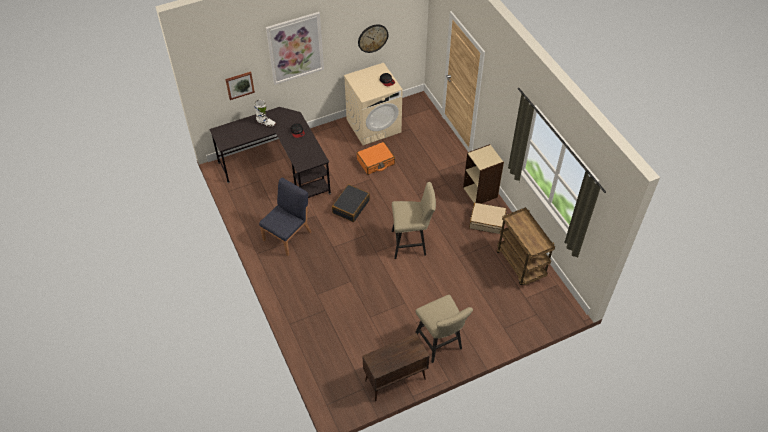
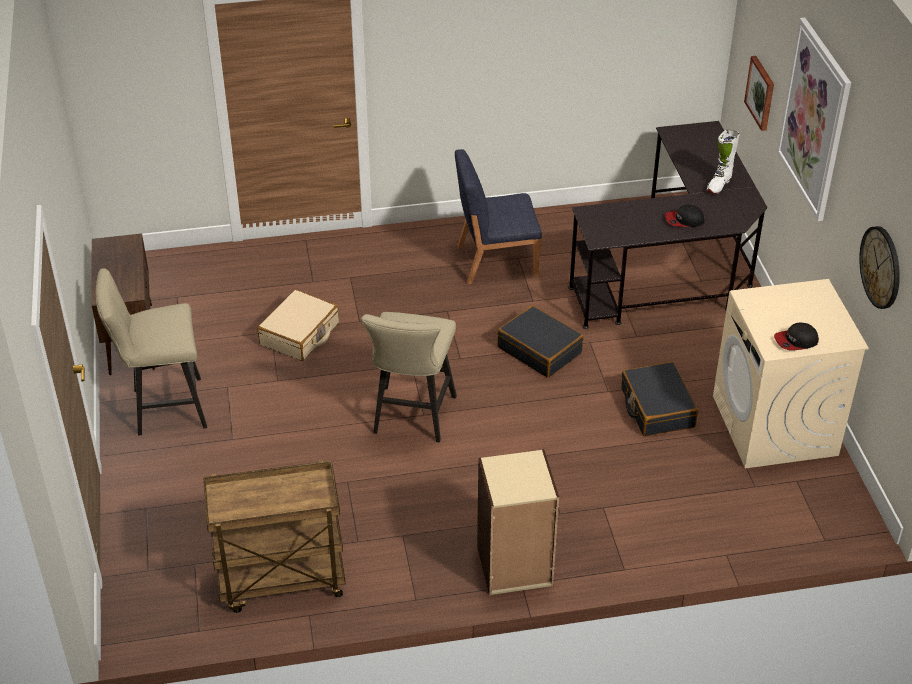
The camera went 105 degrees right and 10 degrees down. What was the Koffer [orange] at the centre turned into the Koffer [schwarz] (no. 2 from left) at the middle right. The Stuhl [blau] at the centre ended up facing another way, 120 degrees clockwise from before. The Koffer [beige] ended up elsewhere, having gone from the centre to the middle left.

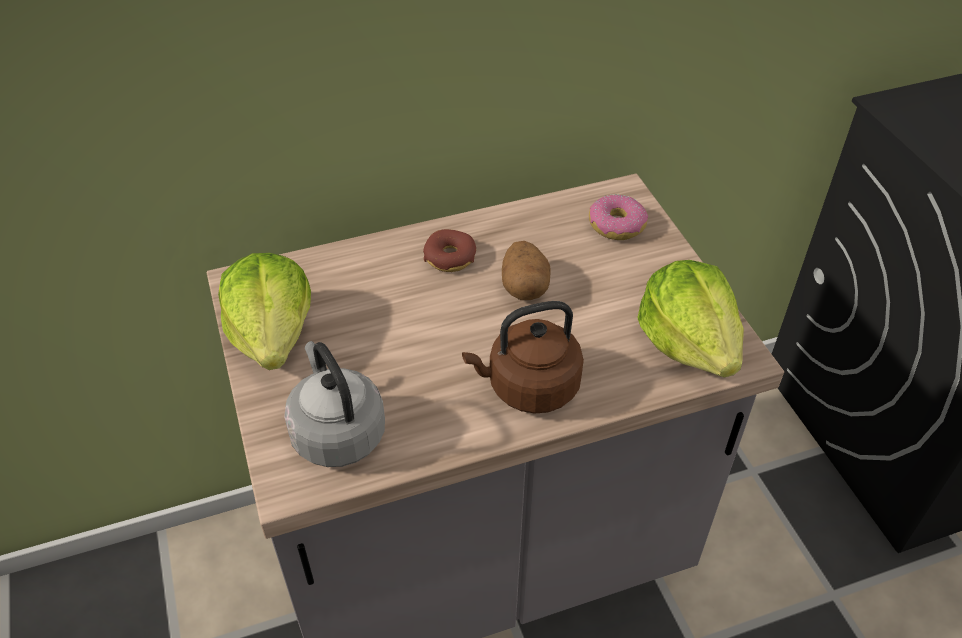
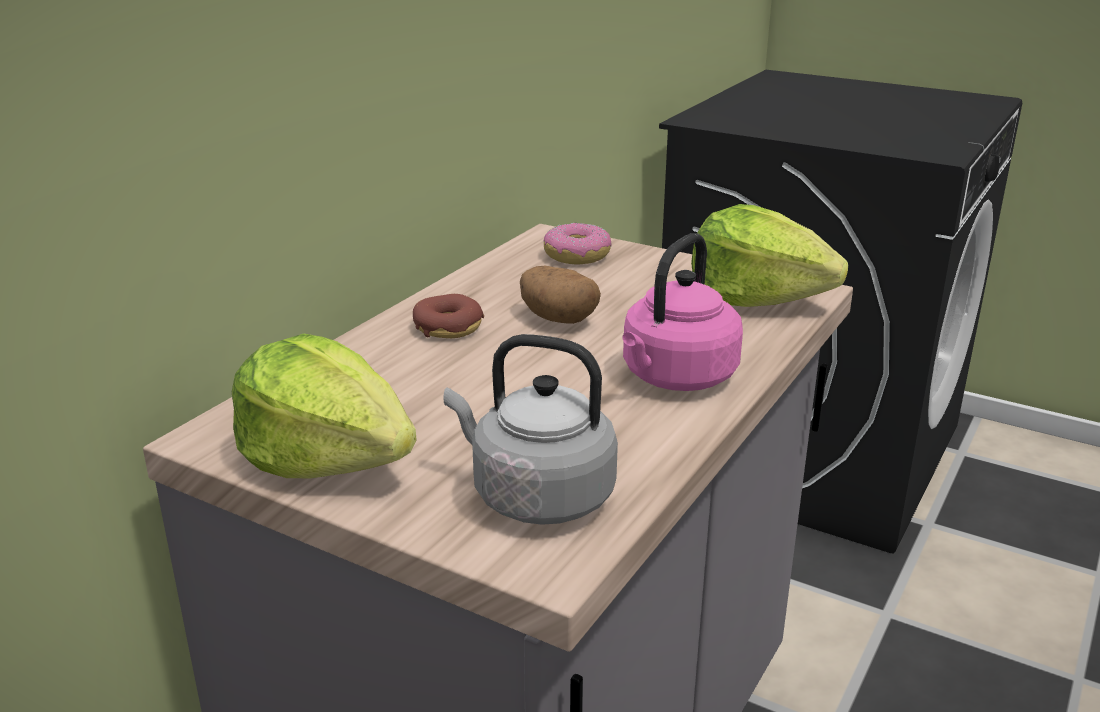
The camera went 40 degrees left and 20 degrees down. What was the Wasserkessel [braun] at the centre turned into the Wasserkessel [rosa] at the centre.

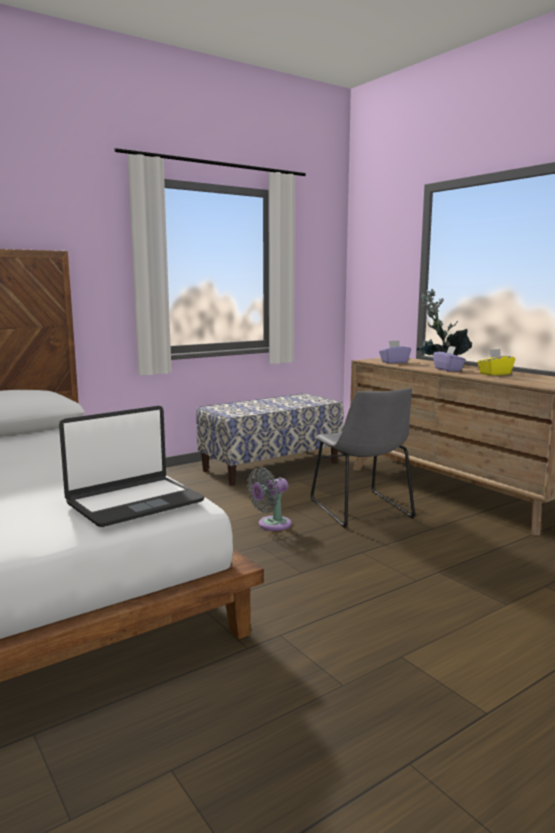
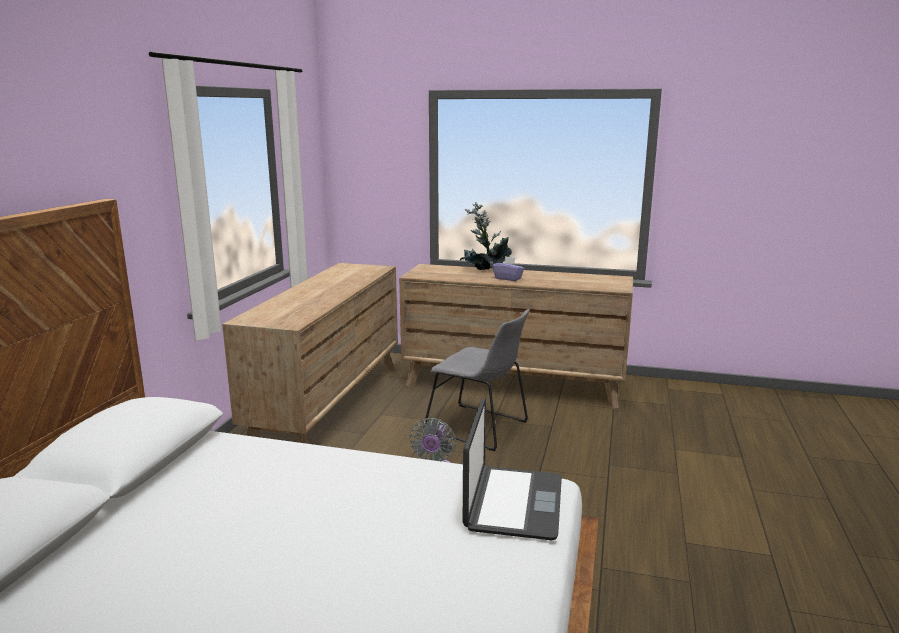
The camera went 40 degrees left and 5 degrees up. The second view lost the Taschentuchbox [lila] (no. 1 from left) at the middle right. The second view lost the Taschentuchbox [gelb] at the middle right. Where the Bank stood at the centre, the Kommode [braun] (no. 1 from left) came to stand at the centre.

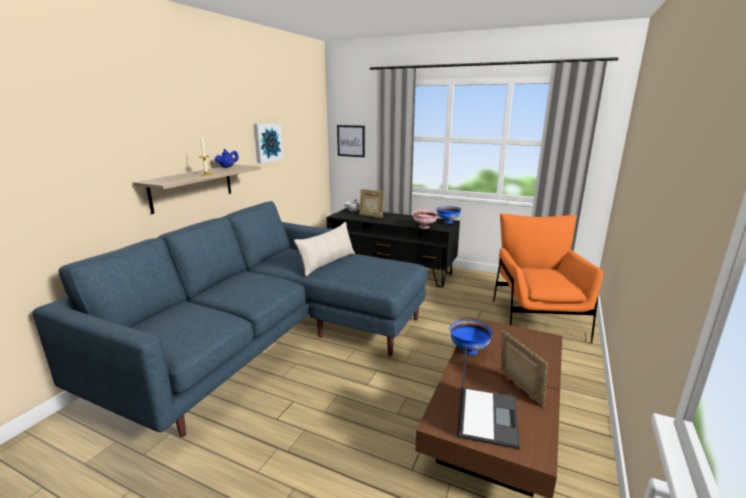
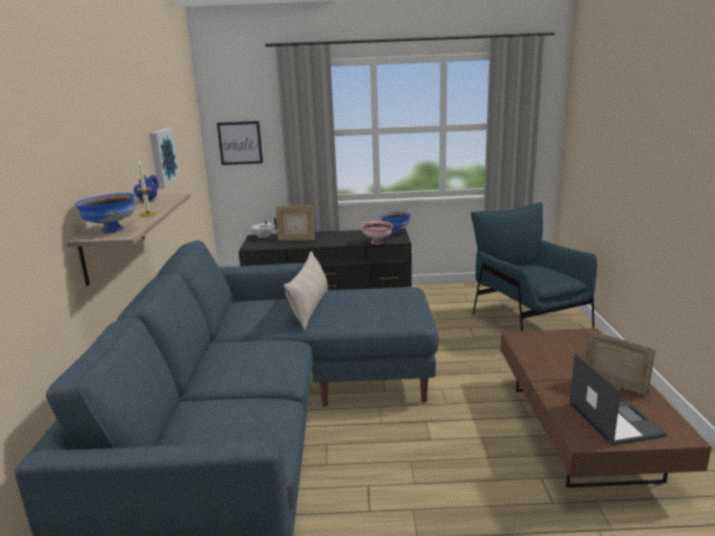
The camera went 25 degrees left and 0 degrees up. What was the Sessel [orange] at the middle right turned into the Sessel [blau] at the middle right. The Schüssel [blau] (no. 2 from left in the first image) ended up elsewhere, having gone from the bottom centre to the middle left.

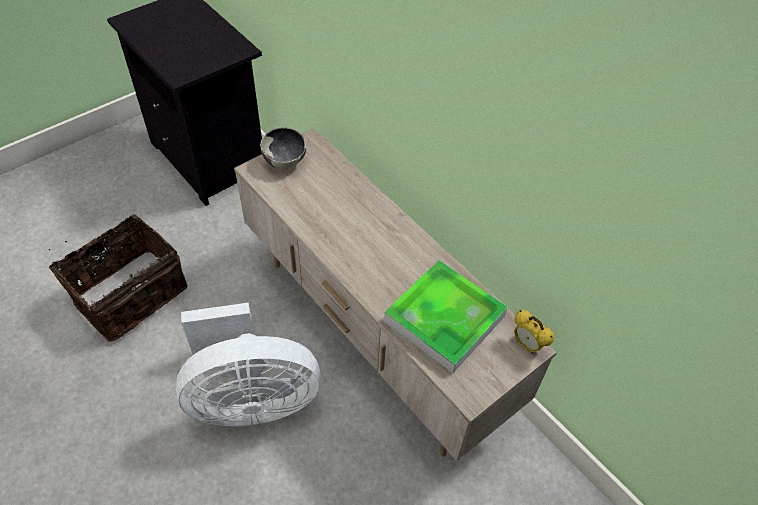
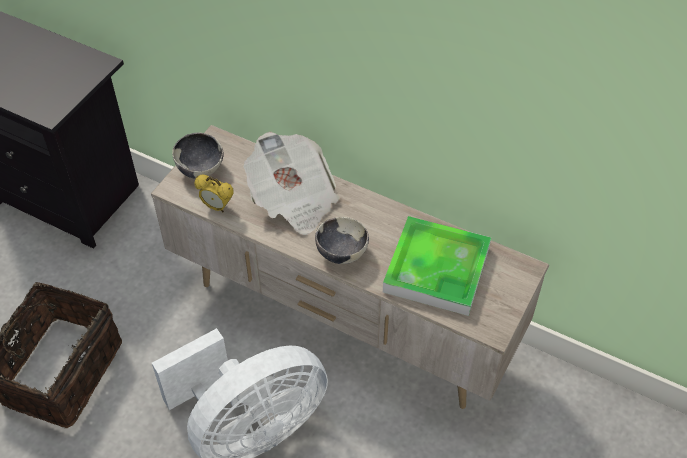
The camera went 20 degrees left and 0 degrees up. The Wecker ended up elsewhere, having gone from the middle right to the middle left. The second view gained the Zeitung at the centre. The second view gained the Schüssel (no. 2 from left) at the centre.

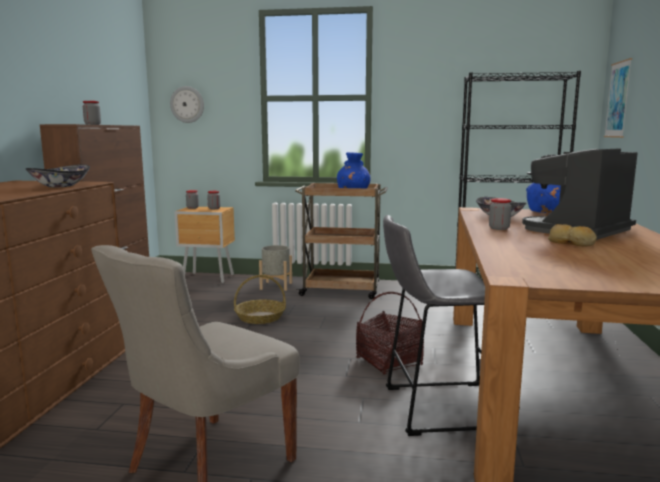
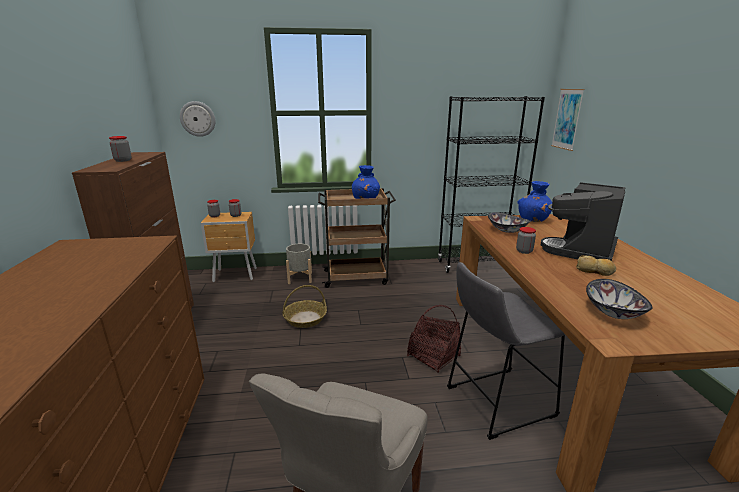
The camera went 15 degrees left and 10 degrees up. The Schüssel (no. 1 from left in the first image) ended up elsewhere, having gone from the middle left to the middle right.

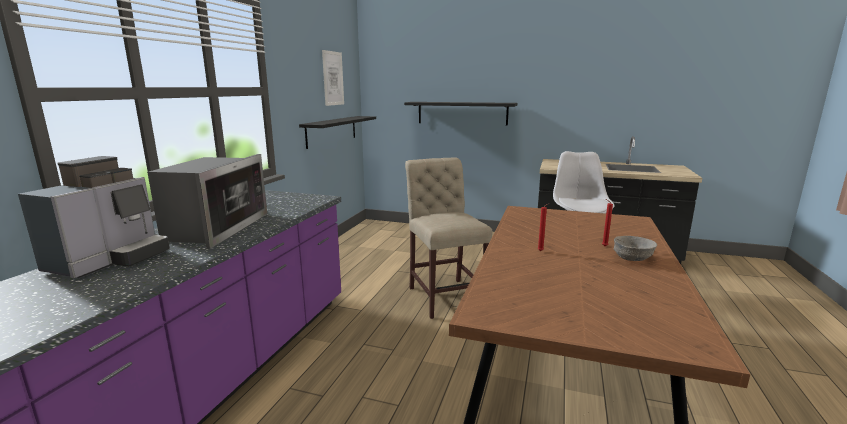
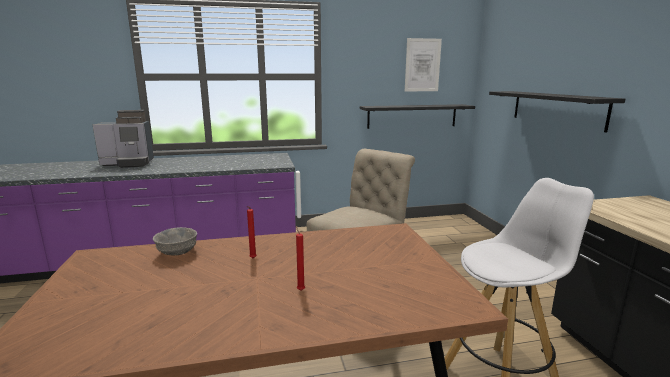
The camera went 60 degrees right and 0 degrees up. The second view lost the Mikrowelle at the middle left. The Schüssel [grau] ended up elsewhere, having gone from the middle right to the middle left.

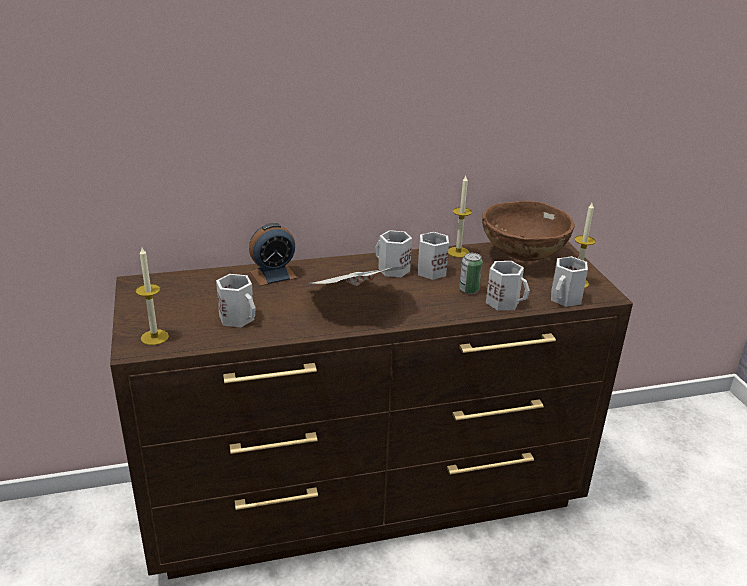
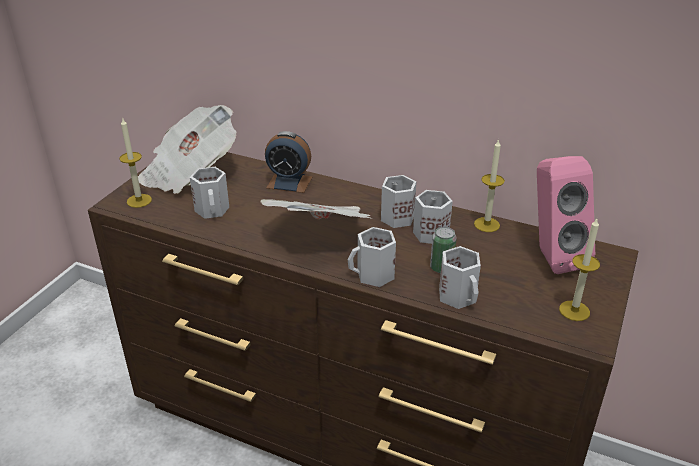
The camera went 40 degrees right and 5 degrees up. Where the Schüssel [braun] stood at the middle right, the Lautsprecher [rosa] came to stand at the middle right. The Henkelbecher [weiß] (no. 5 from left in the first image) ended up elsewhere, having gone from the middle right to the centre. The second view gained the Zeitung (no. 1 from left) at the top left.

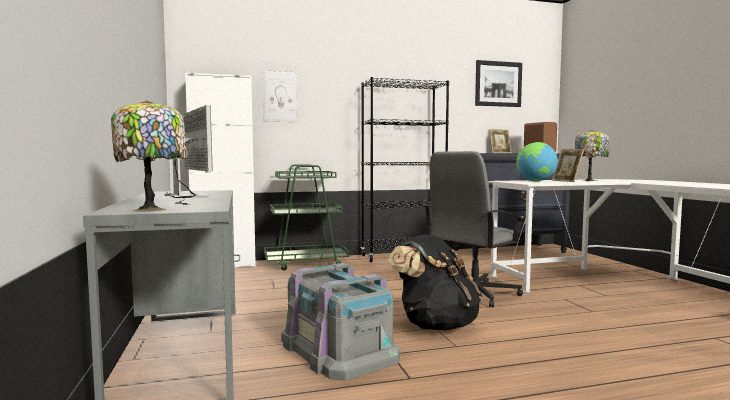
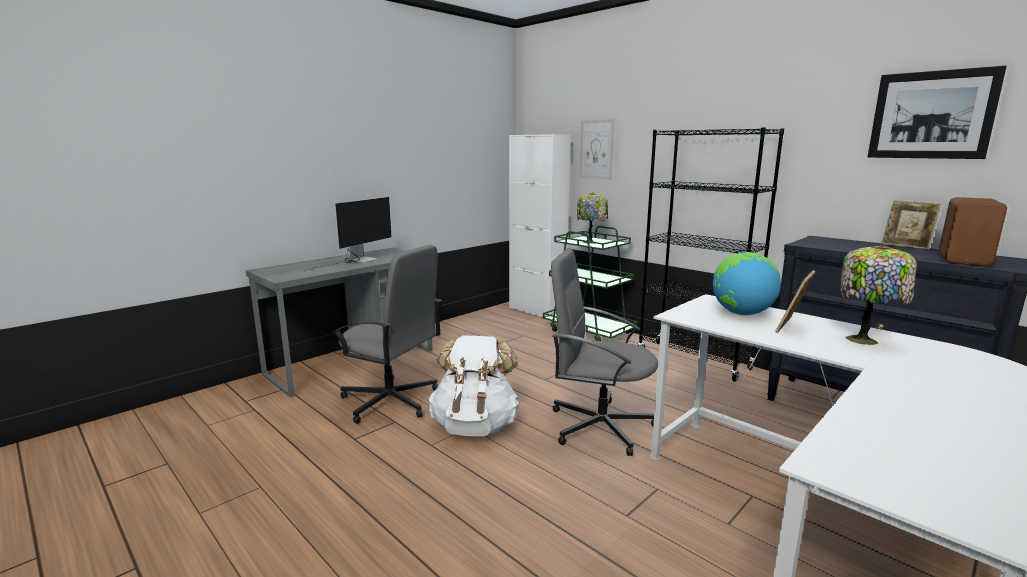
The camera went 60 degrees right and 10 degrees up. The Tischlampe (no. 1 from left) ended up elsewhere, having gone from the middle left to the centre. What was the Rucksack [schwarz] at the bottom centre turned into the Rucksack [weiß] at the bottom centre. Where the Aufbewahrungsbox [grau] stood at the bottom centre, the Bürostuhl [grau] (no. 1 from left) came to stand at the centre.

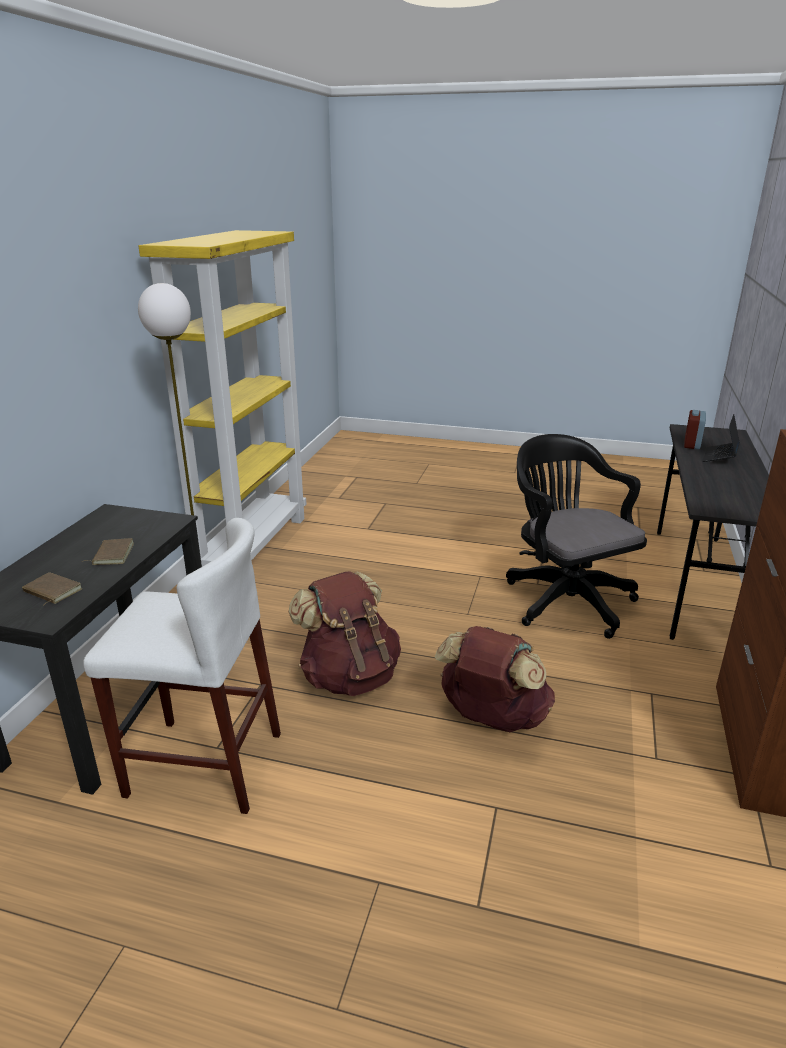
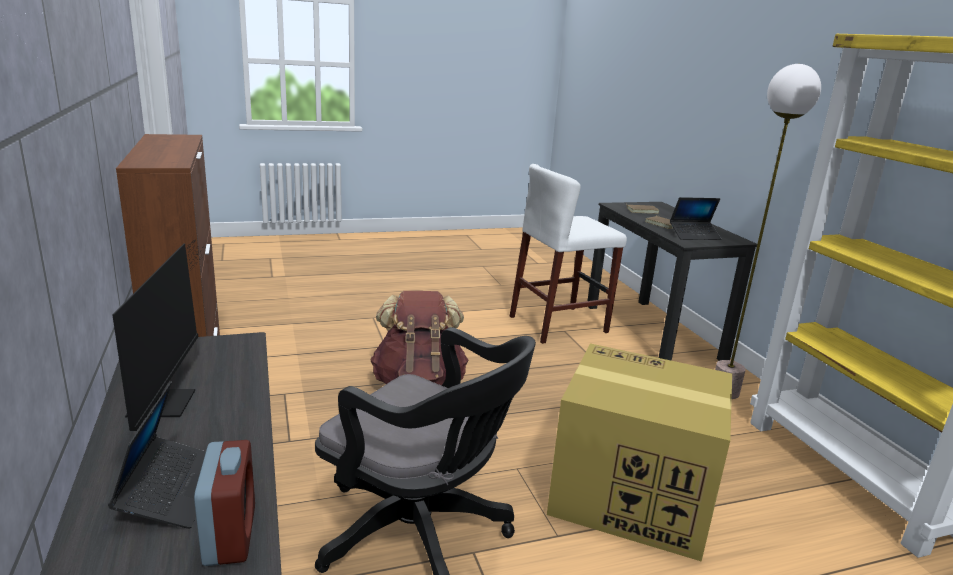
The camera went 145 degrees right and 5 degrees down. The second view lost the Rucksack [braun] (no. 1 from left) at the centre. The second view gained the Laptop (no. 2 from left) at the middle right. The second view gained the Monitor at the middle left. The second view gained the Karton at the bottom right.

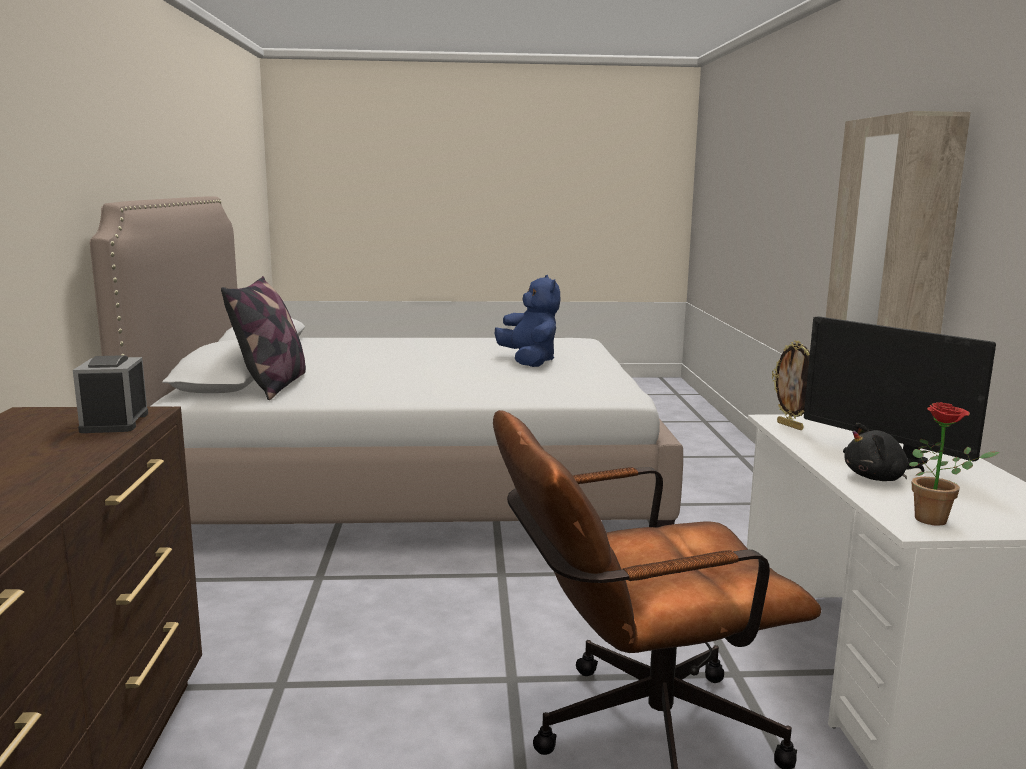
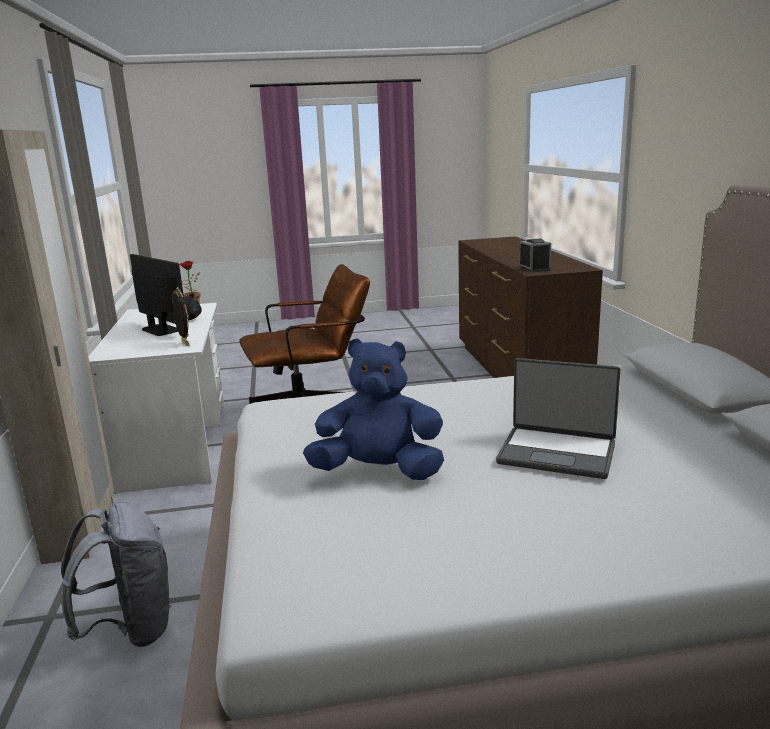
The camera went 175 degrees right and 5 degrees up. The Plüschtier [blau] at the centre ended up facing another way, 120 degrees clockwise from before. The second view lost the Kissen at the middle left. The second view gained the Laptop at the middle right. The second view gained the Rucksack [grau] at the bottom left.

